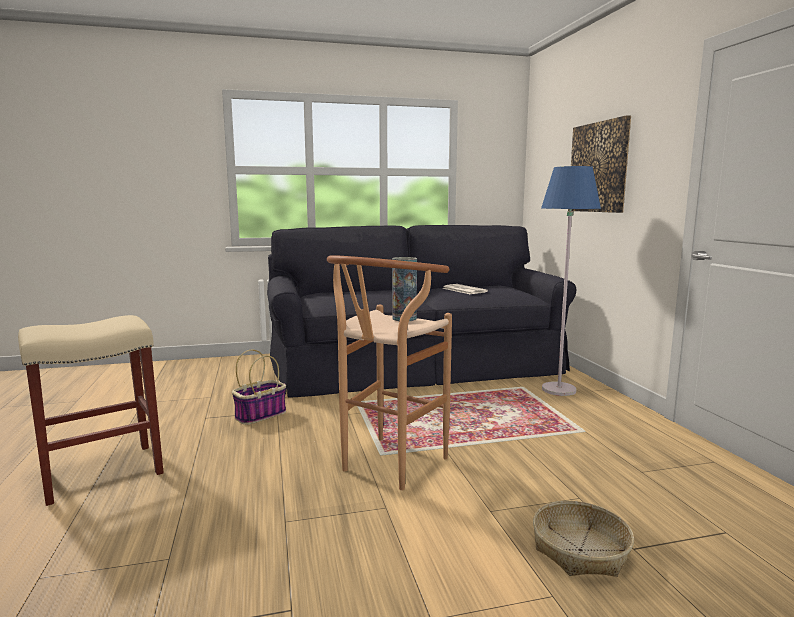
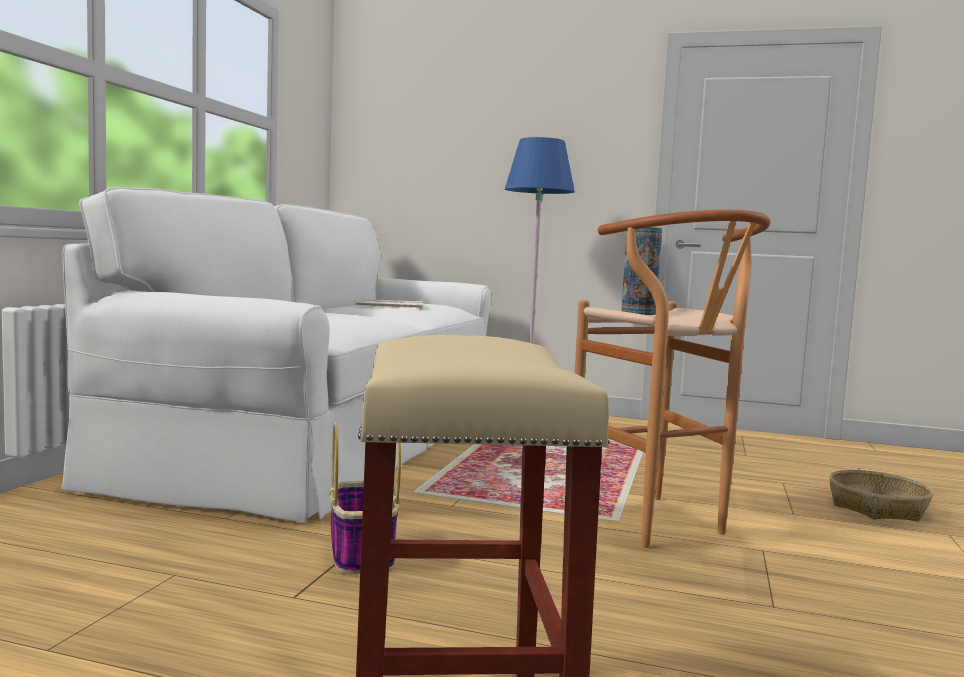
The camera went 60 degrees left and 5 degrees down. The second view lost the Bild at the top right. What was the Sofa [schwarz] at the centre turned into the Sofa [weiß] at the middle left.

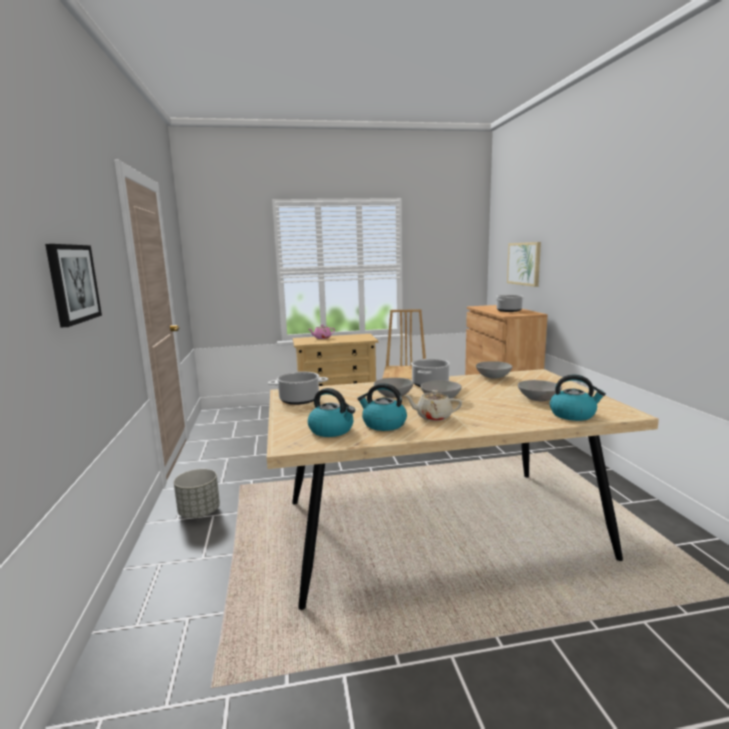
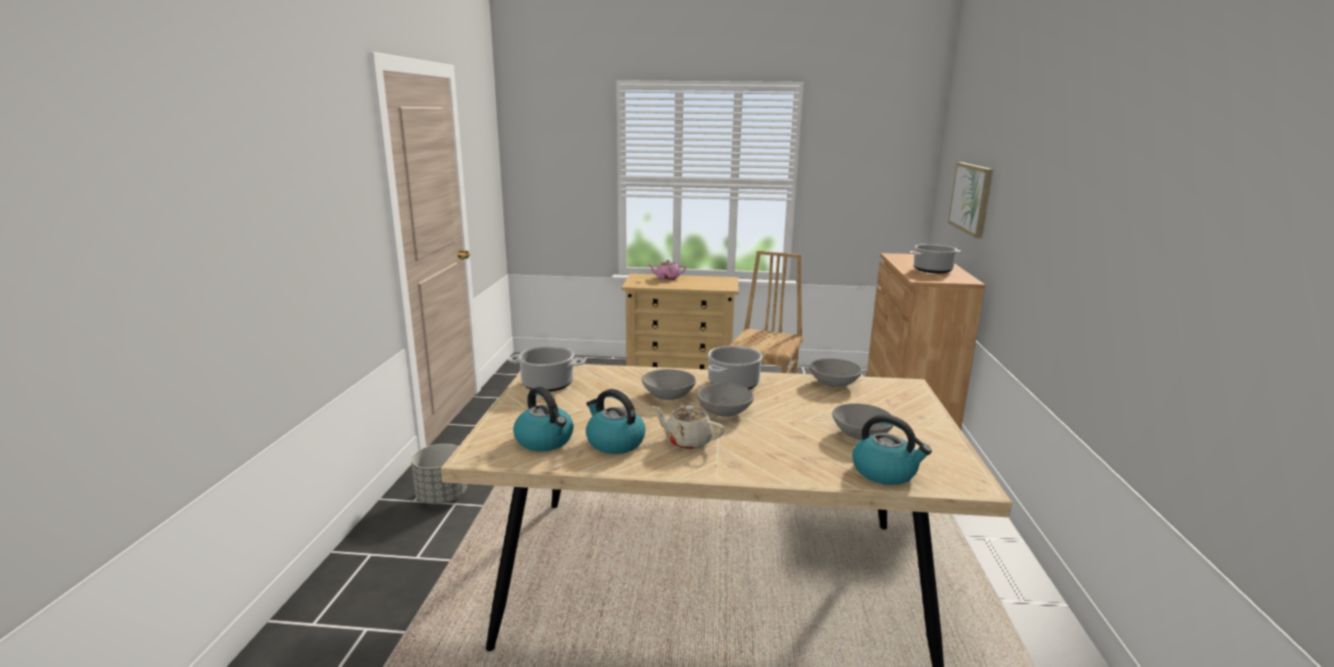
The camera went 15 degrees right and 5 degrees up. The second view lost the Bild (no. 1 from left) at the middle left.

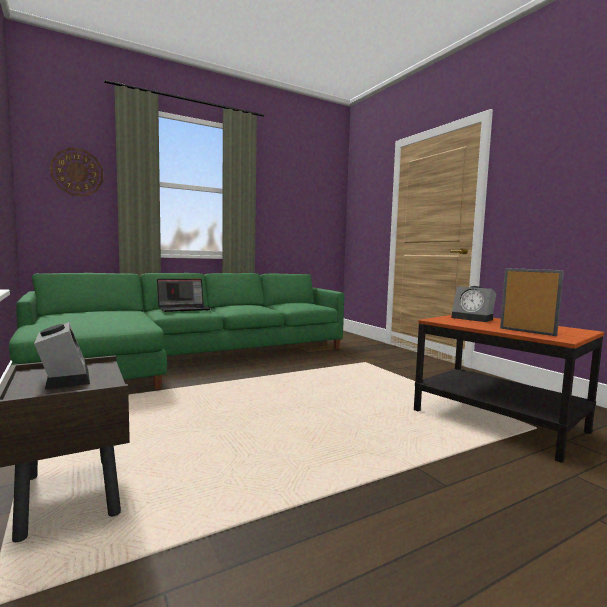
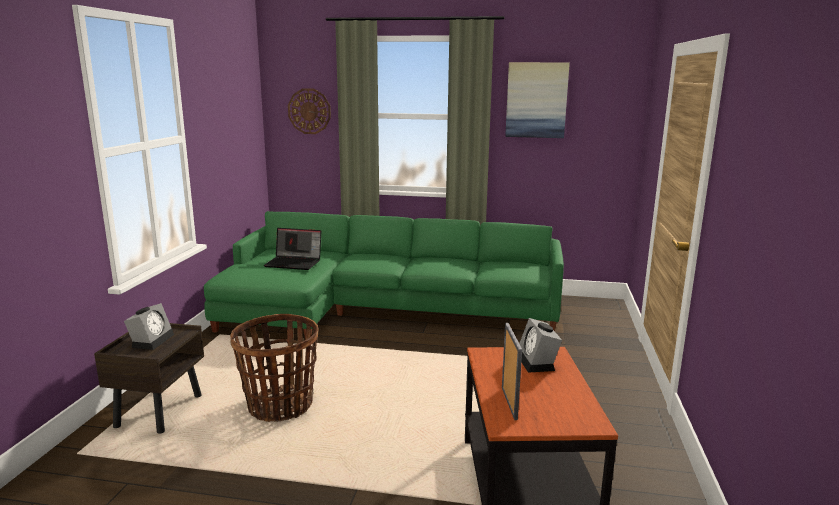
The camera went 40 degrees right and 10 degrees up. The Laptop ended up elsewhere, having gone from the middle left to the centre. The second view gained the Bild at the top centre. The second view gained the Korb at the bottom left.

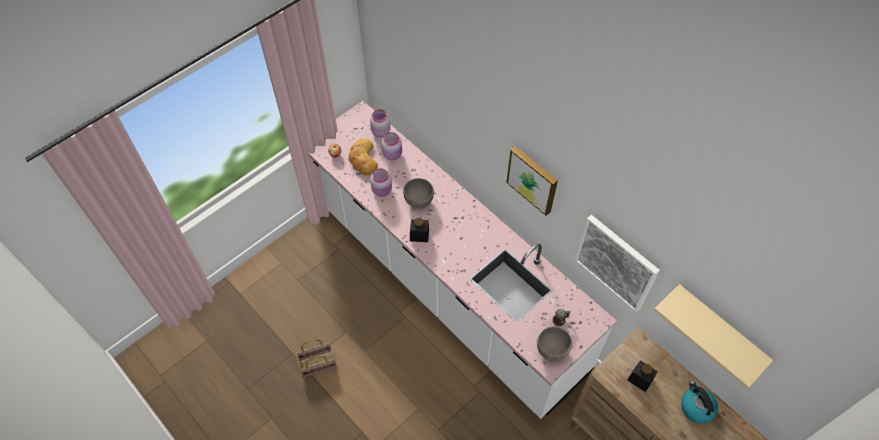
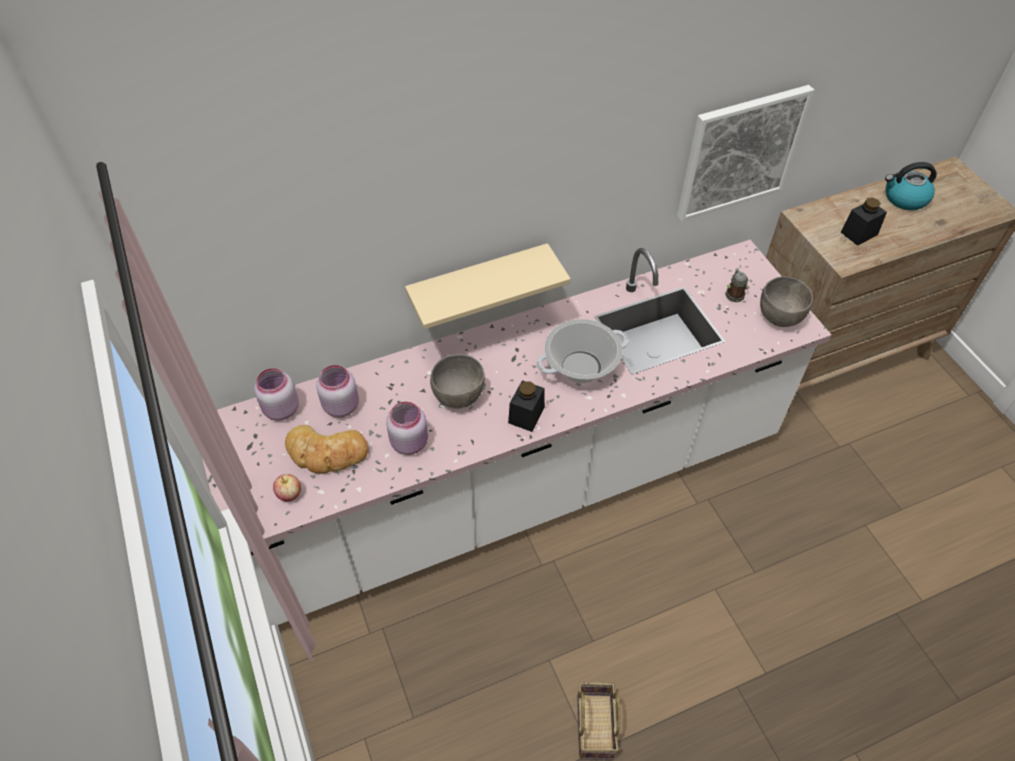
The camera went 70 degrees left and 5 degrees down. The second view lost the Bild (no. 1 from left) at the centre. The Wandregal [beige] ended up elsewhere, having gone from the bottom right to the centre. The second view gained the Kochtopf at the centre.

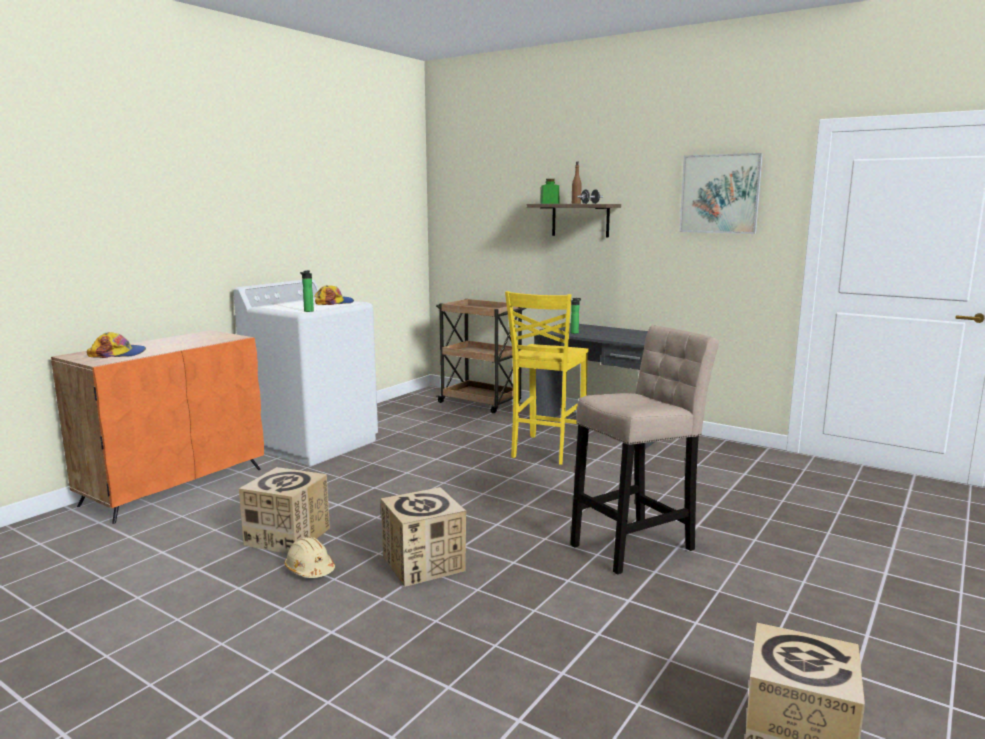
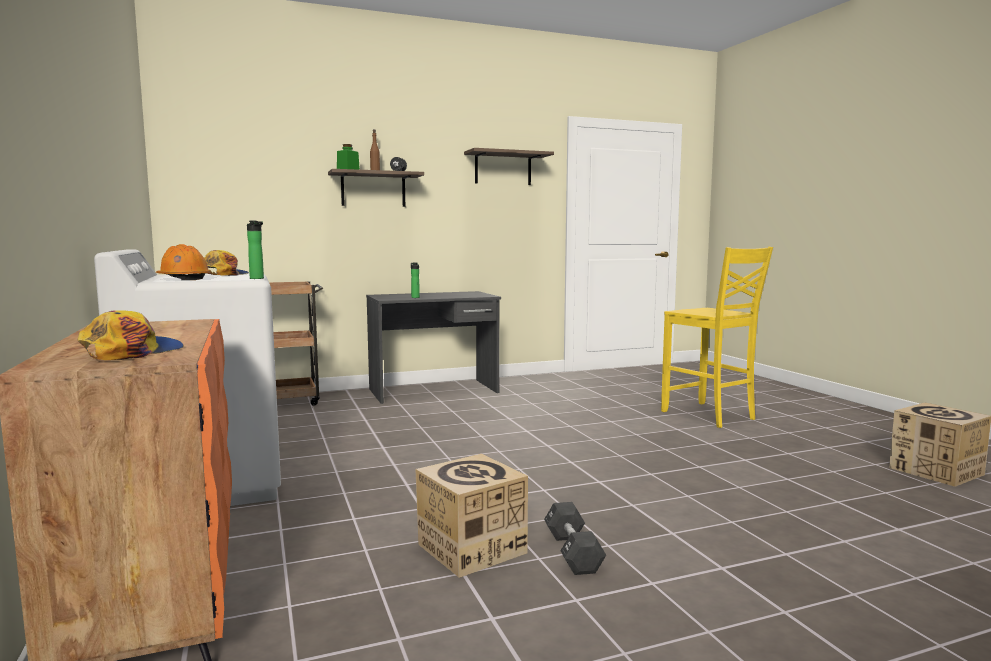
The camera went 55 degrees left and 5 degrees down. Where the Bild hung at the top right, the Wandregal (no. 2 from left) came to hang at the top centre. The Stuhl [gelb] ended up elsewhere, having gone from the centre to the middle right. The second view lost the Hocker [beige] at the centre. The second view lost the Karton (no. 2 from left) at the bottom centre. Where the Schutzhelm [beige] stood at the bottom left, the Hantel [schwarz] (no. 2 from left) came to stand at the bottom centre. The second view gained the Schutzhelm [orange] at the middle left.

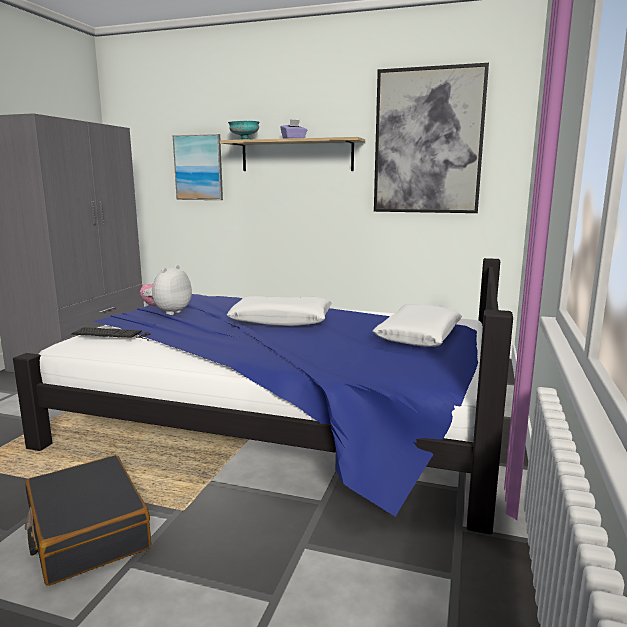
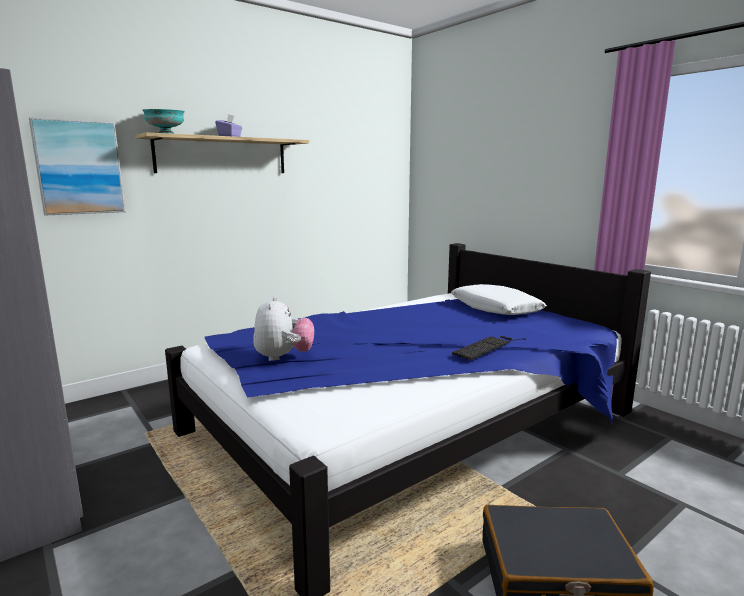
The camera went 55 degrees left and 0 degrees up. The second view lost the Bild (no. 2 from left) at the top right. The Plüschtier at the middle left ended up facing another way, 150 degrees counterclockwise from before. The second view lost the Kissen [weiß] (no. 1 from left) at the centre. The Tastatur ended up elsewhere, having gone from the middle left to the centre.

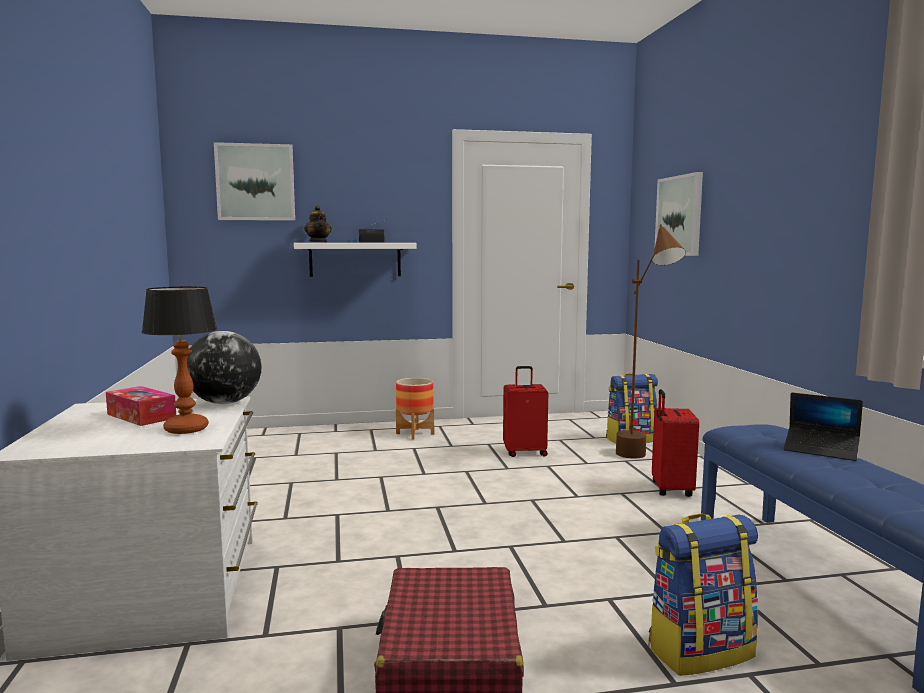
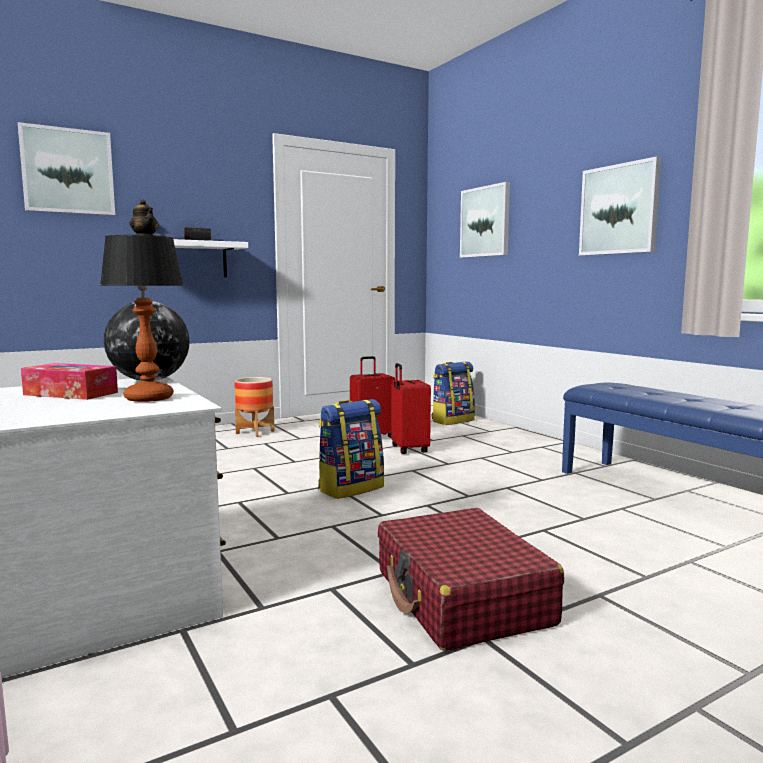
The camera went 20 degrees left and 0 degrees up. The second view lost the Stehlampe [braun] at the middle right. The Koffer [rot] (no. 3 from left in the first image) ended up elsewhere, having gone from the middle right to the centre. The second view lost the Laptop at the middle right. The Rucksack (no. 2 from left in the first image) ended up elsewhere, having gone from the bottom right to the centre. The second view gained the Bild (no. 3 from left) at the top right.

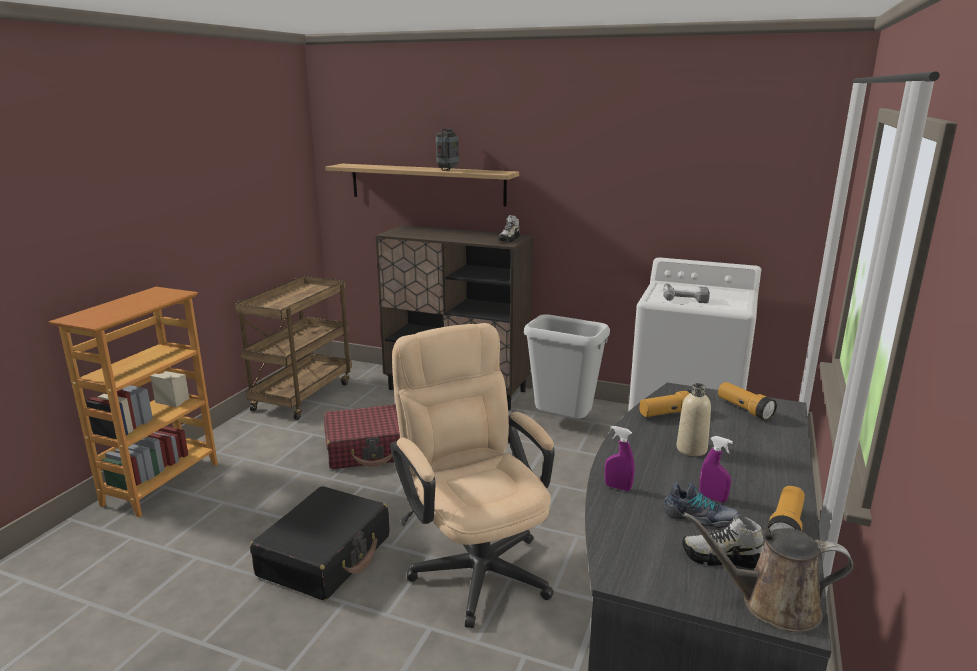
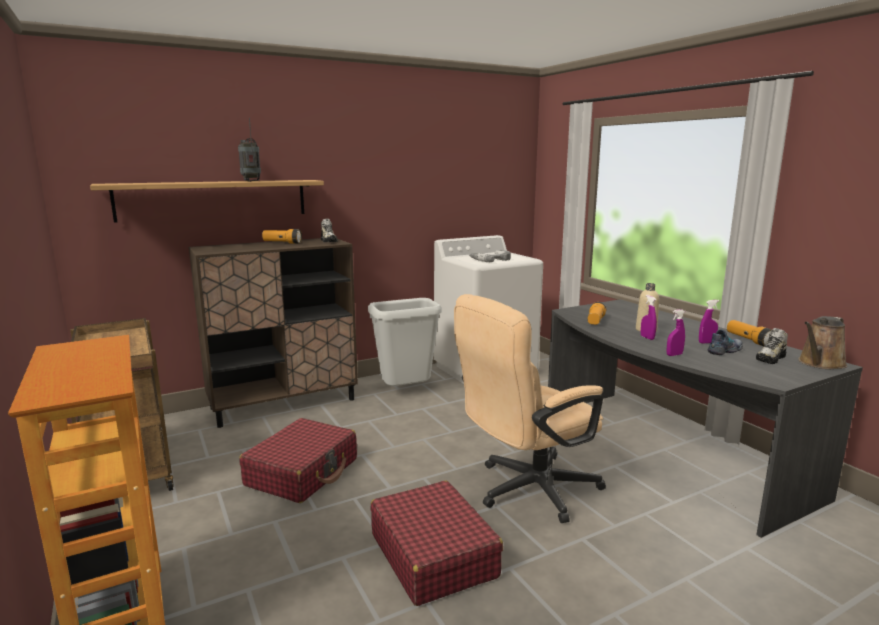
The camera went 50 degrees left and 5 degrees down. The Bürostuhl [beige] at the bottom centre ended up facing another way, 45 degrees counterclockwise from before. The Taschenlampe (no. 2 from left in the first image) ended up elsewhere, having gone from the middle right to the middle left. What was the Koffer [schwarz] at the bottom left turned into the Koffer [rot] (no. 2 from left) at the bottom centre. The second view gained the Sprühflasche [lila] (no. 1 from left) at the middle right.

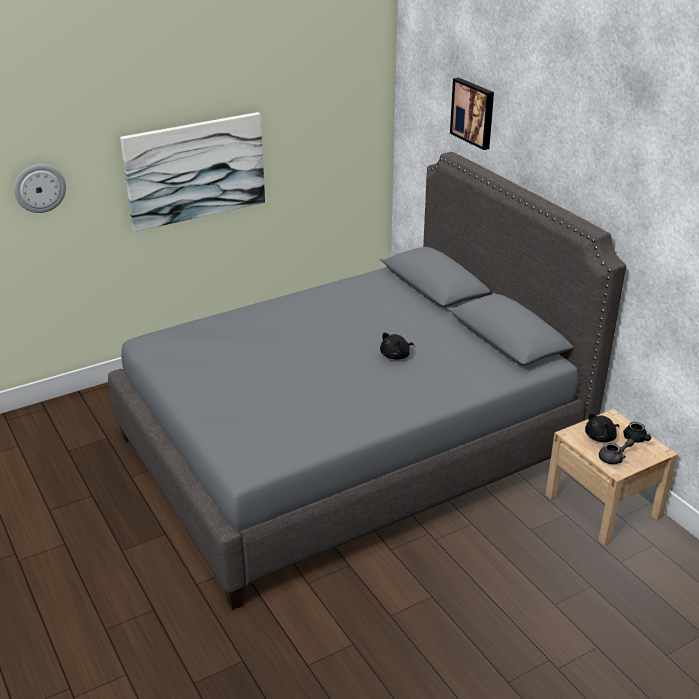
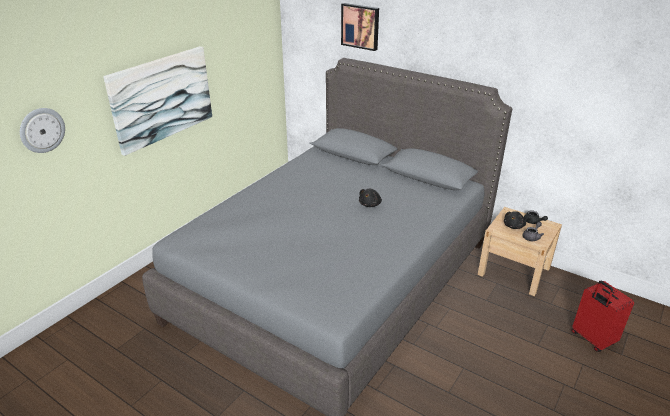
The camera went 25 degrees left and 0 degrees up. The second view gained the Koffer [rot] at the bottom right.

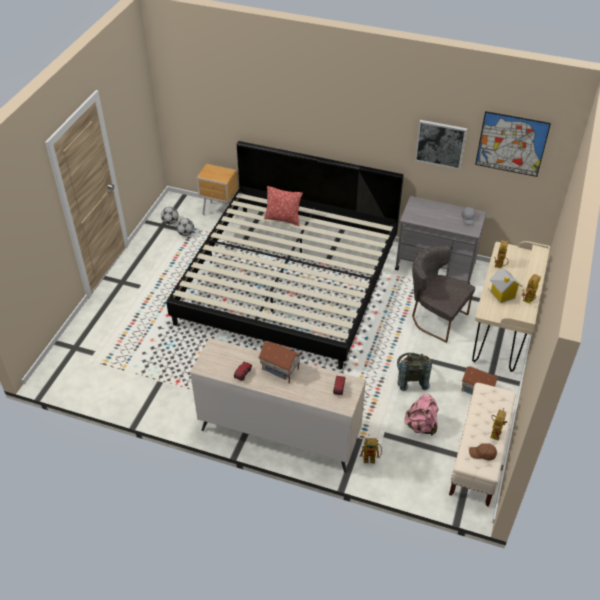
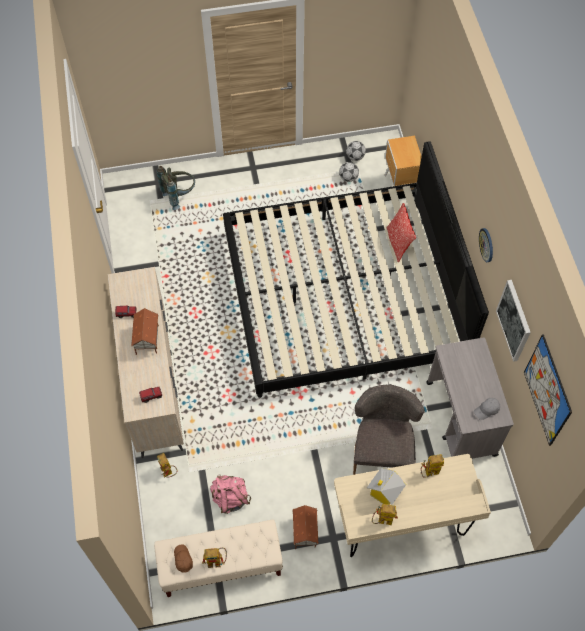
The camera went 60 degrees right and 15 degrees up. The Rucksack [grau] ended up elsewhere, having gone from the middle right to the top left. The second view gained the Wanduhr at the middle right.

